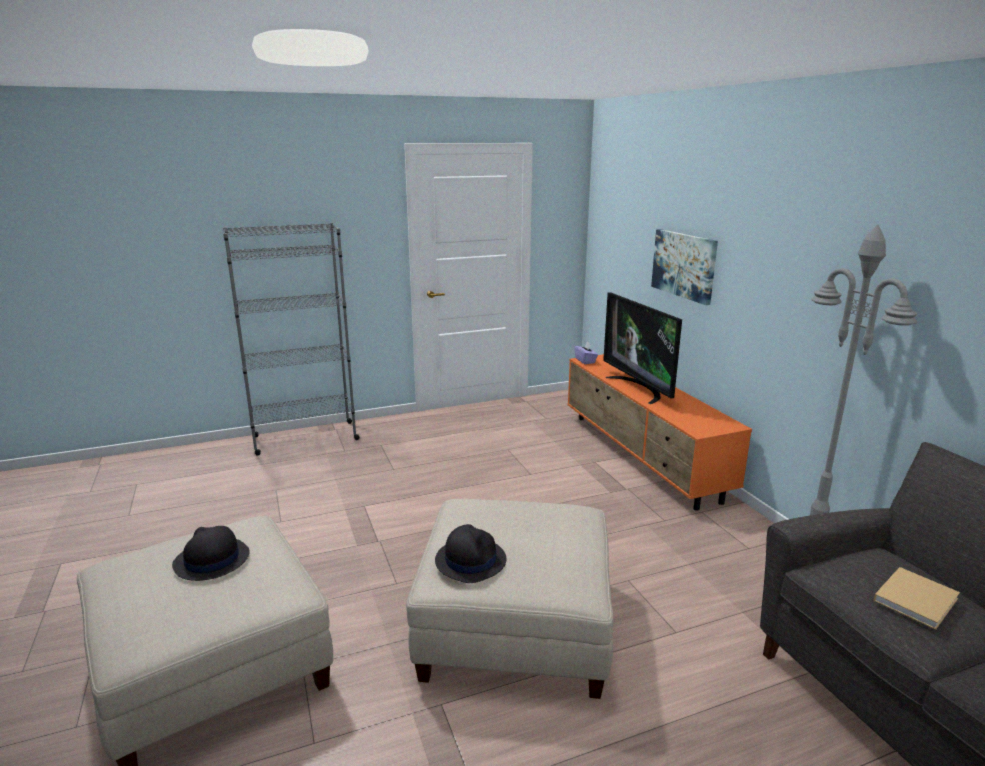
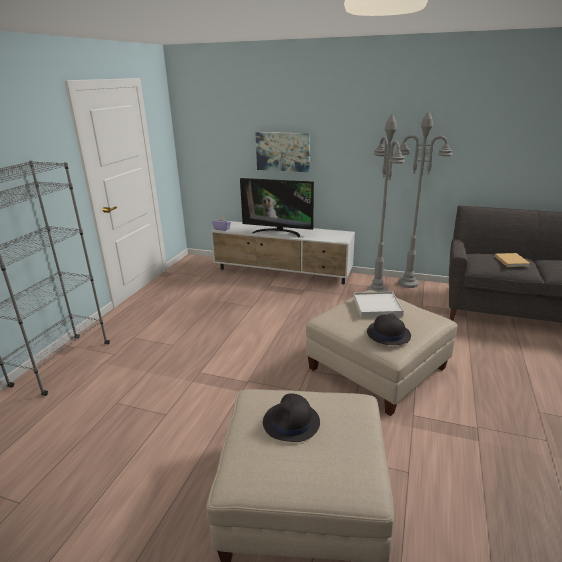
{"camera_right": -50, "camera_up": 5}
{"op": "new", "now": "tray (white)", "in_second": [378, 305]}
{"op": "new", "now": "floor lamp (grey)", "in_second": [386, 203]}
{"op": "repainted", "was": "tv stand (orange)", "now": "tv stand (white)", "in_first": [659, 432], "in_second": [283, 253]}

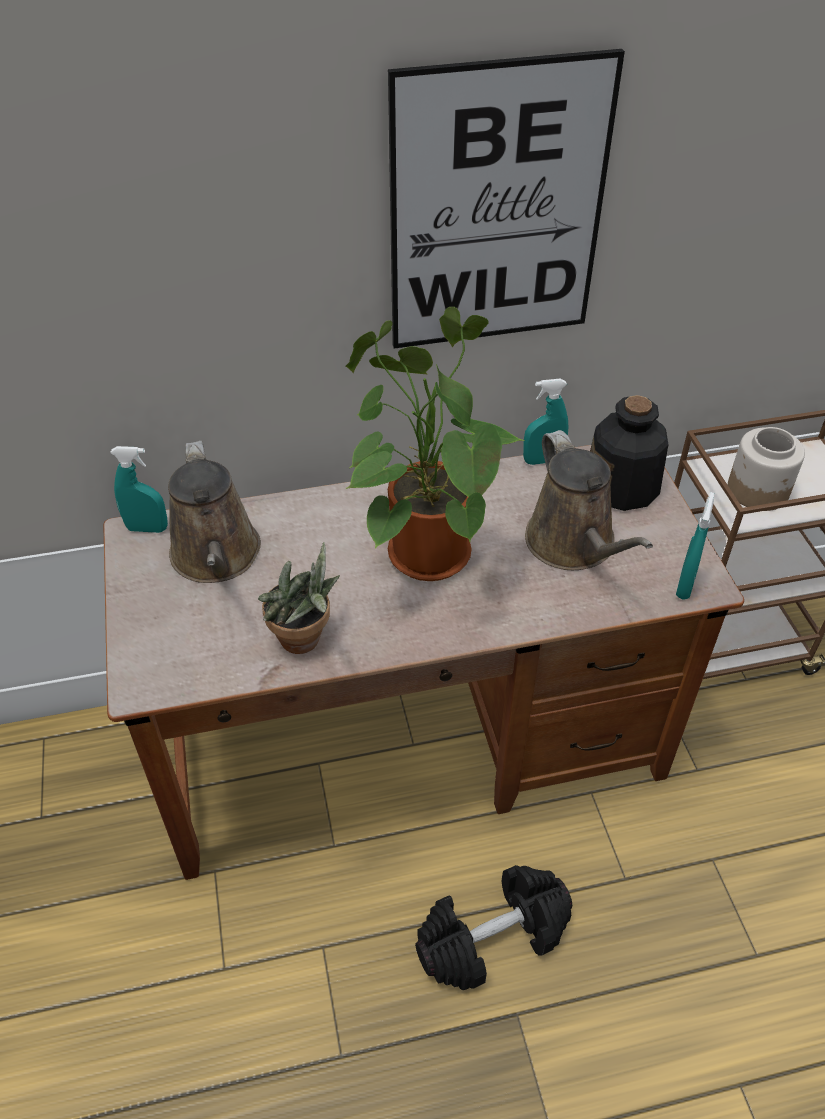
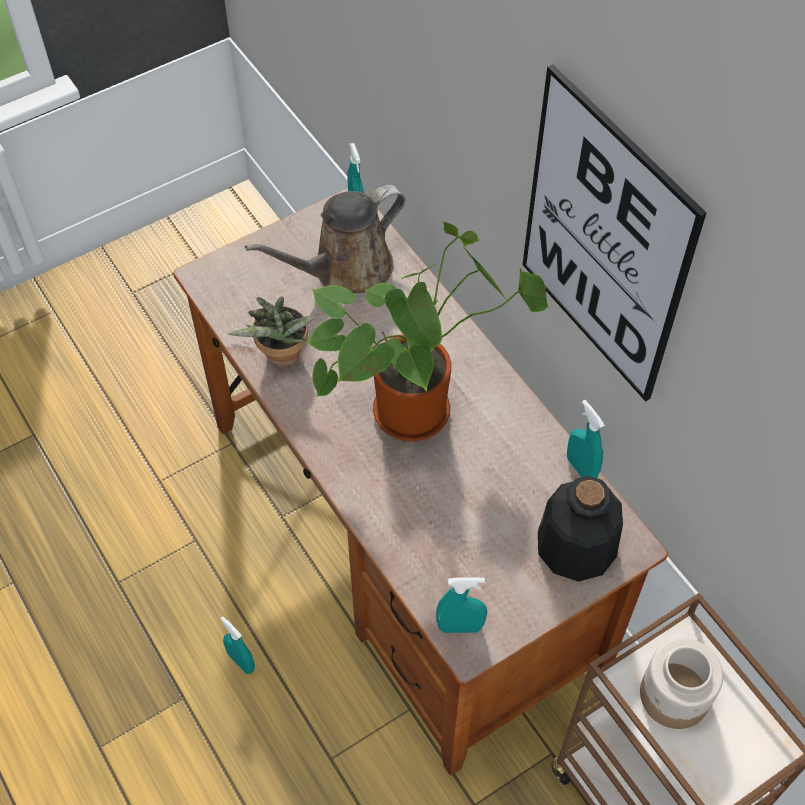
{"camera_right": 70, "camera_up": 10}
{"op": "gone", "was": "watering can (brown)", "in_first": [589, 500]}
{"op": "swapped", "was": "dumbbell (black)", "now": "spray bottle (turquoise)", "in_first": [493, 927], "in_second": [237, 645]}

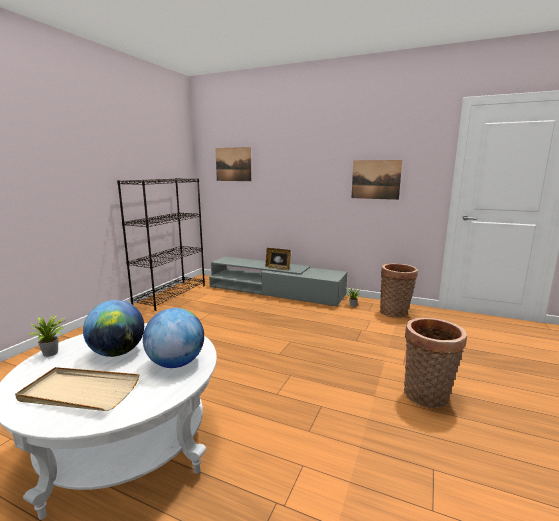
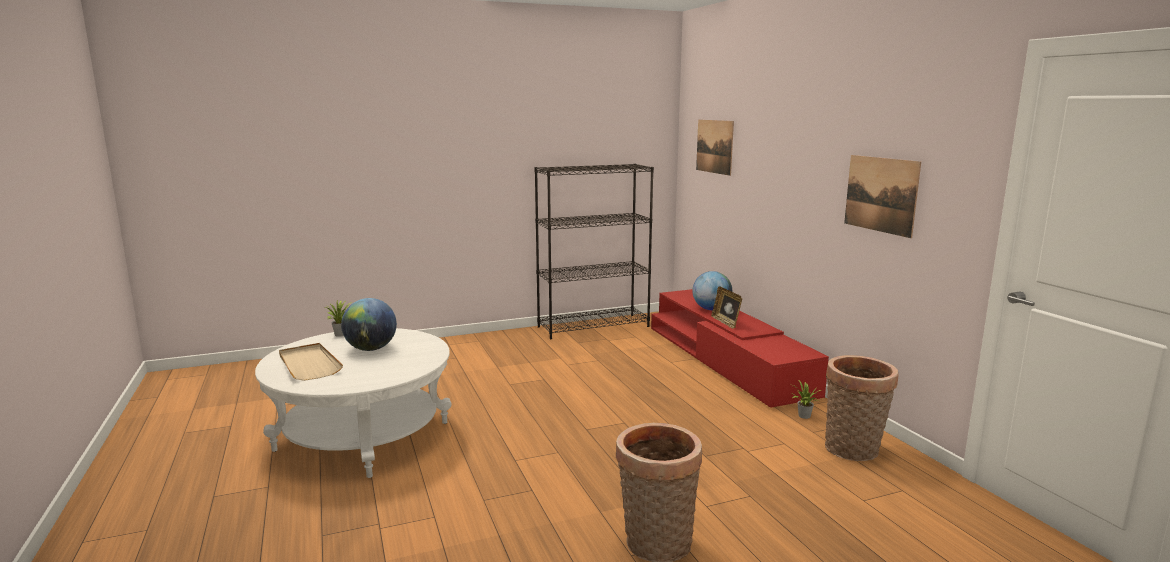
{"camera_right": 45, "camera_up": 0}
{"op": "shifted", "was": "globe", "in_first": [173, 338], "in_second": [712, 290]}
{"op": "repainted", "was": "tv stand (grey)", "now": "tv stand (red)", "in_first": [278, 281], "in_second": [740, 348]}

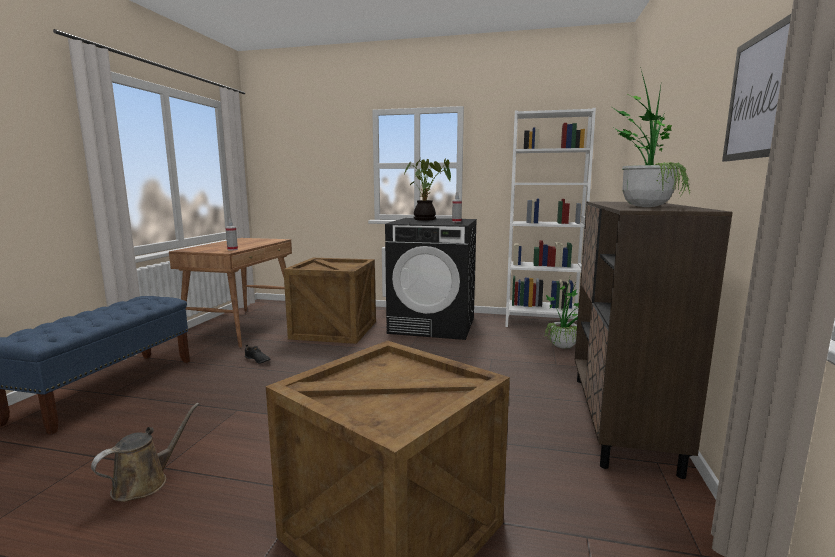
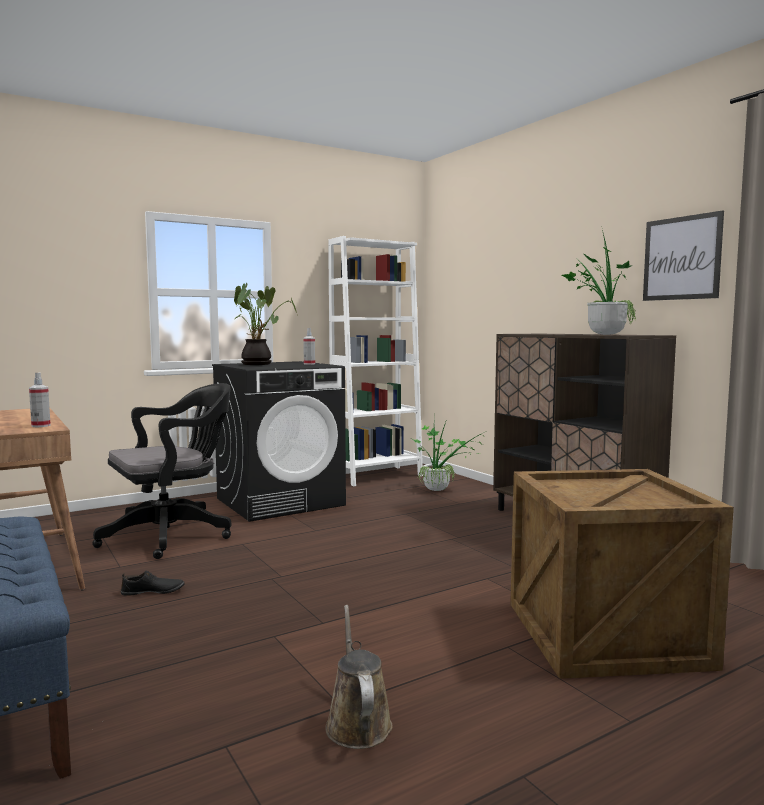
{"camera_right": -45, "camera_up": -5}
{"op": "swapped", "was": "crate", "now": "office chair (black)", "in_first": [329, 301], "in_second": [162, 471]}

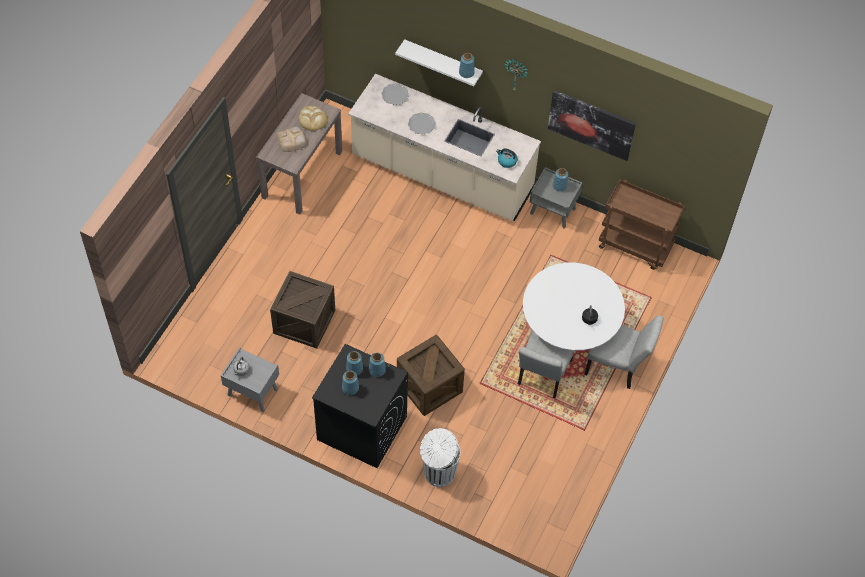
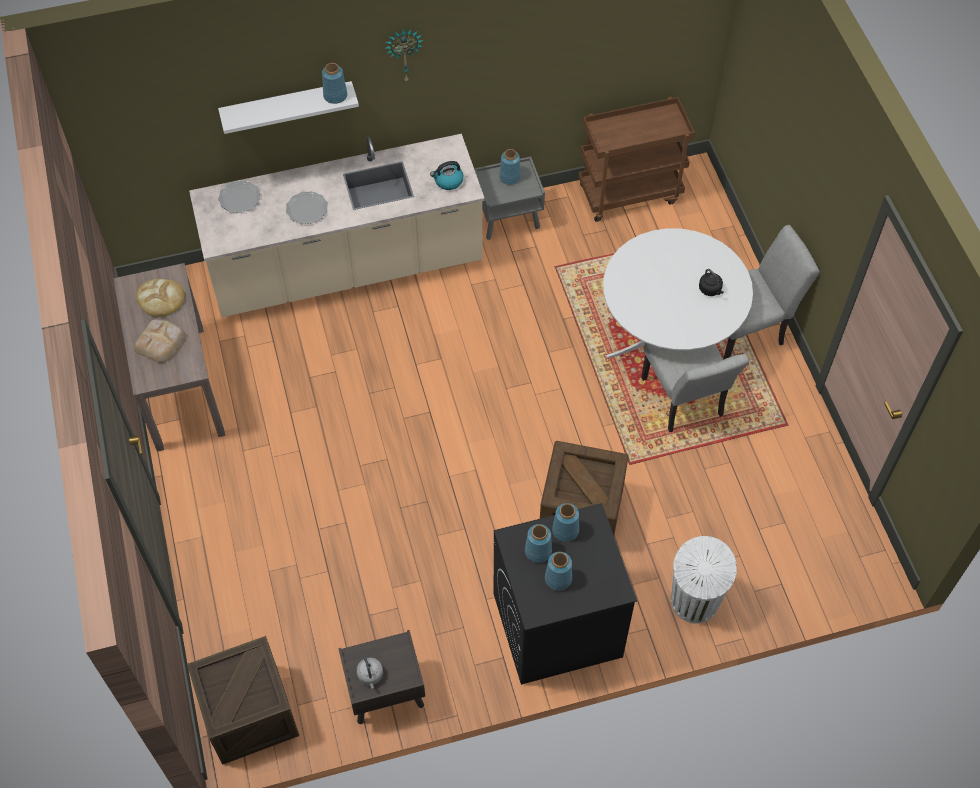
{"camera_right": -40, "camera_up": 0}
{"op": "gone", "was": "picture", "in_first": [592, 125]}
{"op": "shifted", "was": "crate", "in_first": [302, 310], "in_second": [243, 700]}
{"op": "repainted", "was": "nightstand (grey)", "now": "nightstand (brown)", "in_first": [250, 379], "in_second": [381, 677]}

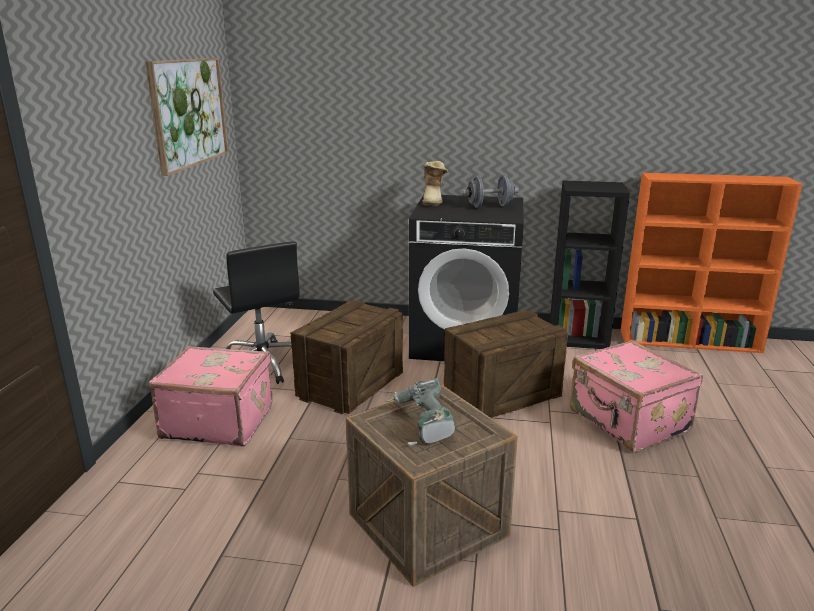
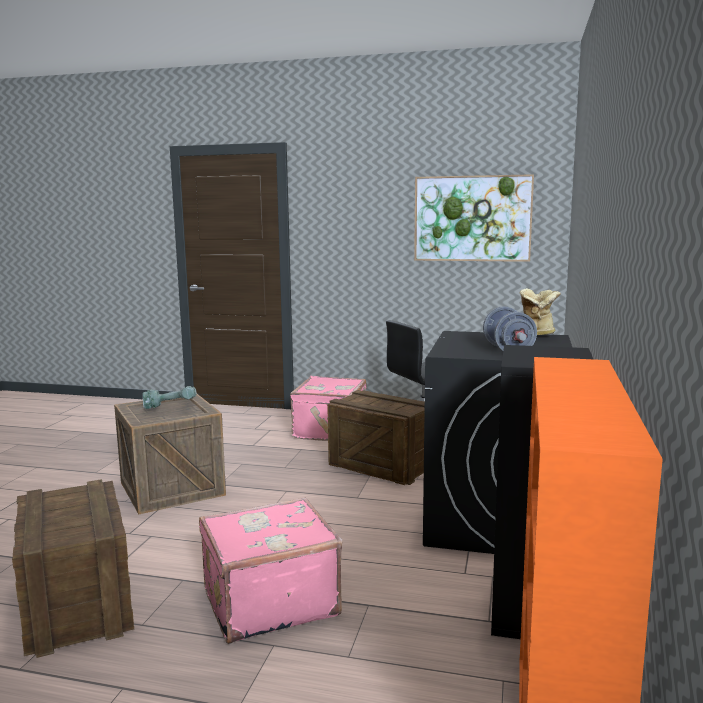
{"camera_right": 95, "camera_up": -10}
{"op": "shifted", "was": "crate", "in_first": [506, 364], "in_second": [73, 568]}

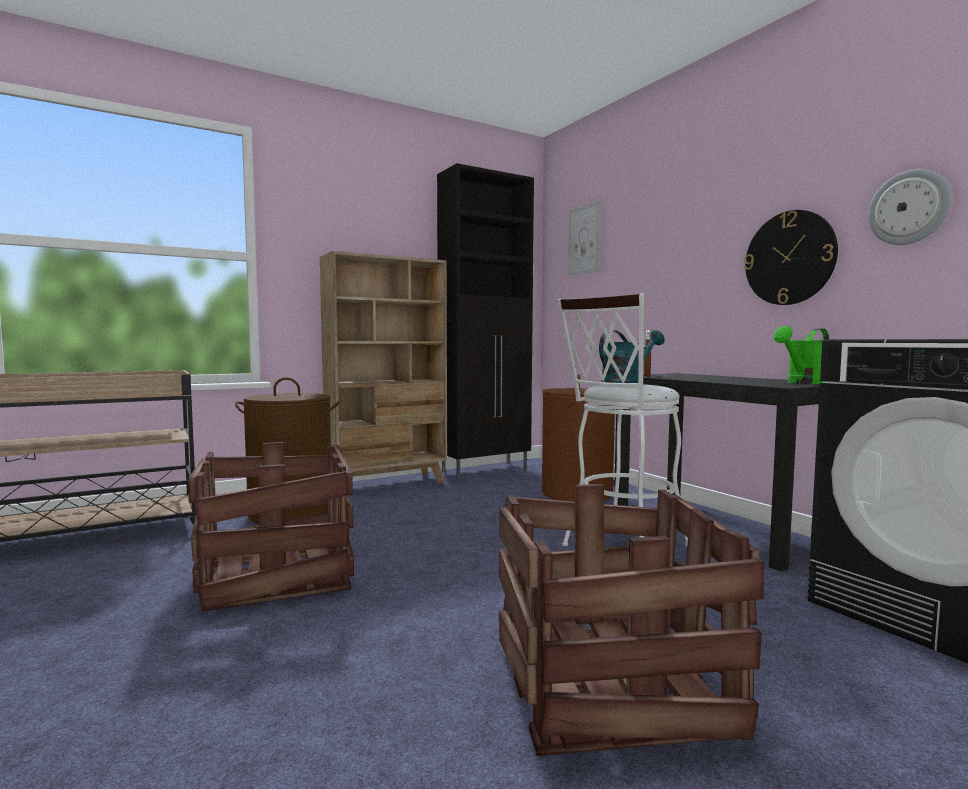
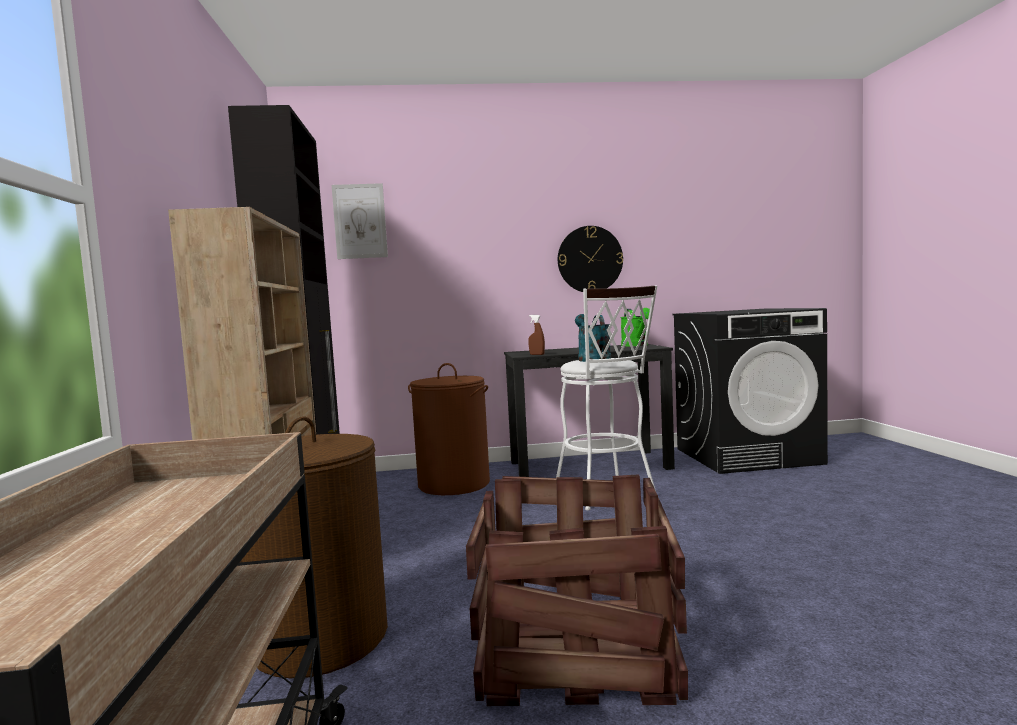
{"camera_right": -65, "camera_up": 0}
{"op": "gone", "was": "crate", "in_first": [631, 620]}
{"op": "gone", "was": "wall clock", "in_first": [910, 207]}

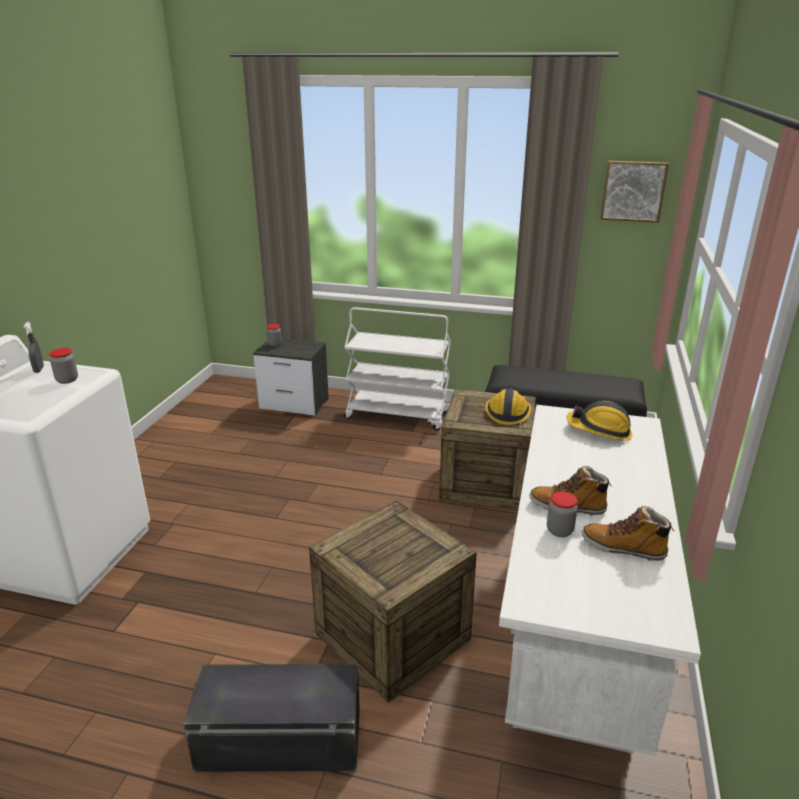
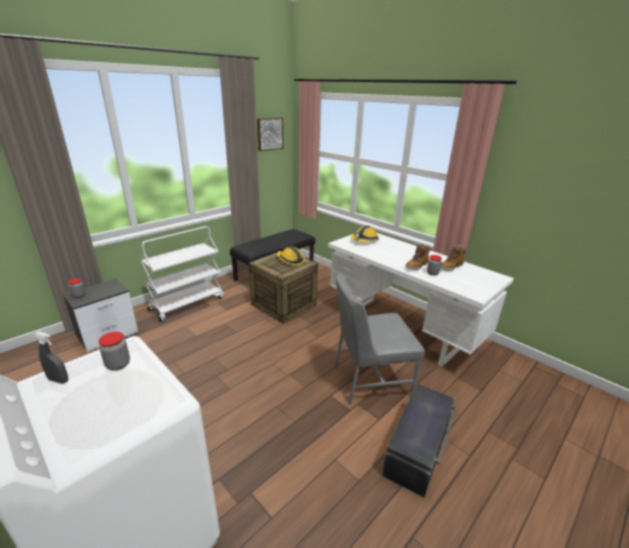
{"camera_right": -60, "camera_up": 0}
{"op": "swapped", "was": "crate", "now": "chair (grey)", "in_first": [393, 601], "in_second": [380, 339]}

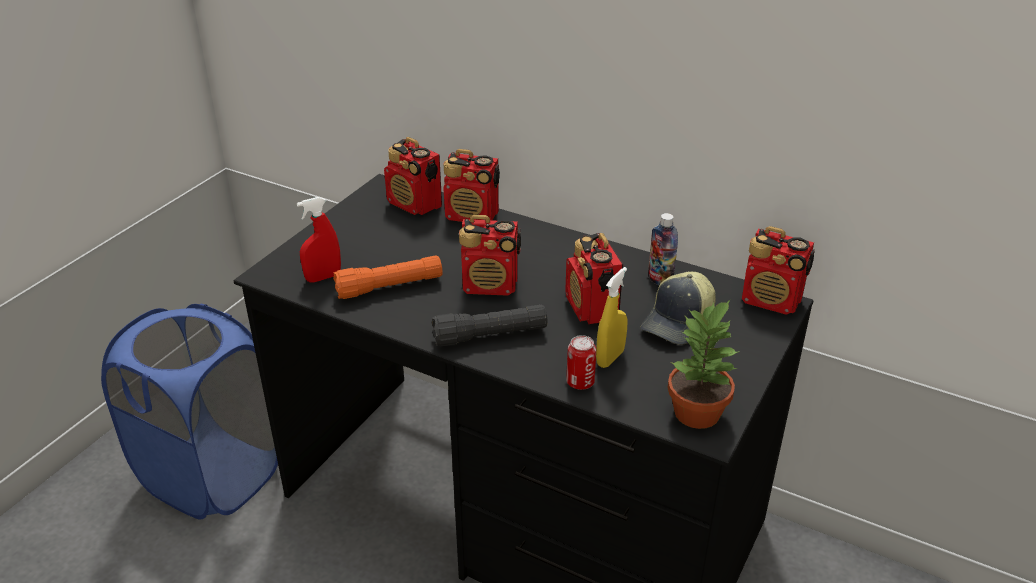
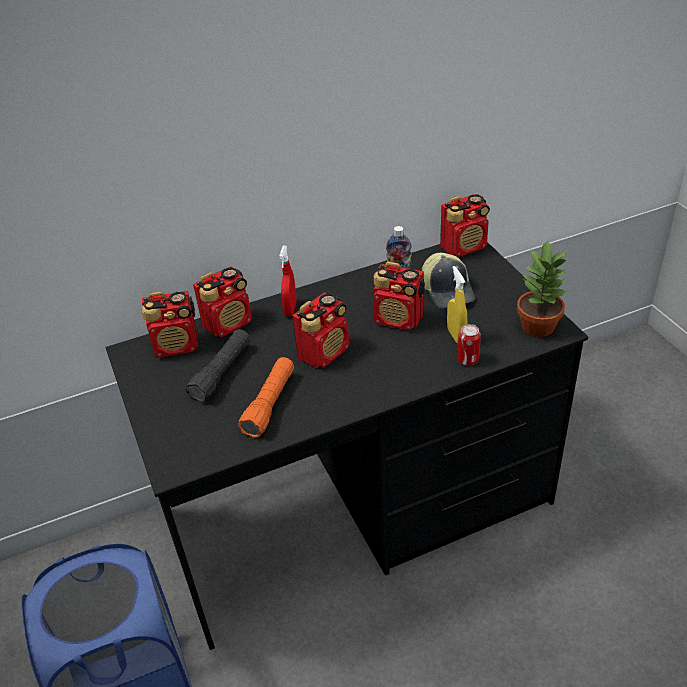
{"camera_right": -50, "camera_up": 5}
{"op": "shifted", "was": "spray bottle (red)", "in_first": [319, 239], "in_second": [288, 281]}
{"op": "shifted", "was": "flashlight (black)", "in_first": [489, 325], "in_second": [218, 366]}

